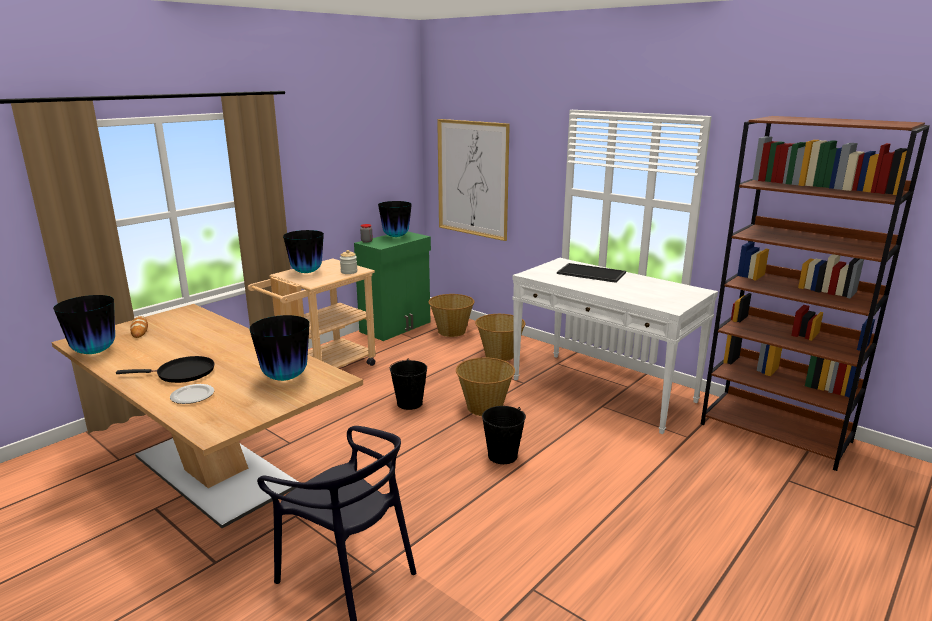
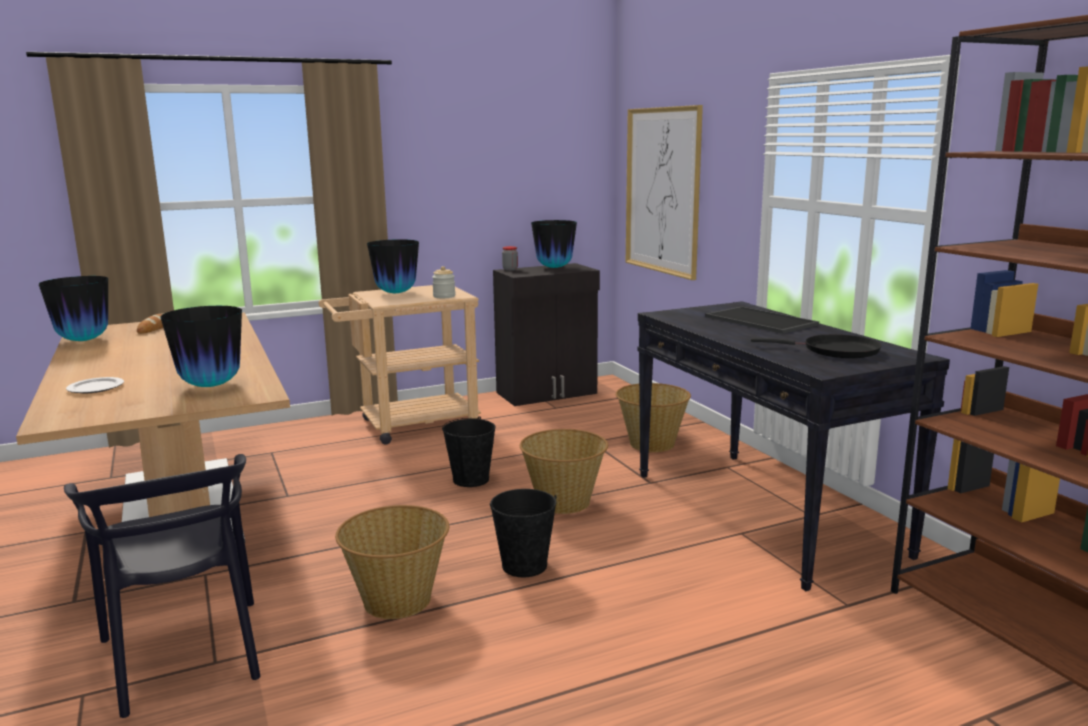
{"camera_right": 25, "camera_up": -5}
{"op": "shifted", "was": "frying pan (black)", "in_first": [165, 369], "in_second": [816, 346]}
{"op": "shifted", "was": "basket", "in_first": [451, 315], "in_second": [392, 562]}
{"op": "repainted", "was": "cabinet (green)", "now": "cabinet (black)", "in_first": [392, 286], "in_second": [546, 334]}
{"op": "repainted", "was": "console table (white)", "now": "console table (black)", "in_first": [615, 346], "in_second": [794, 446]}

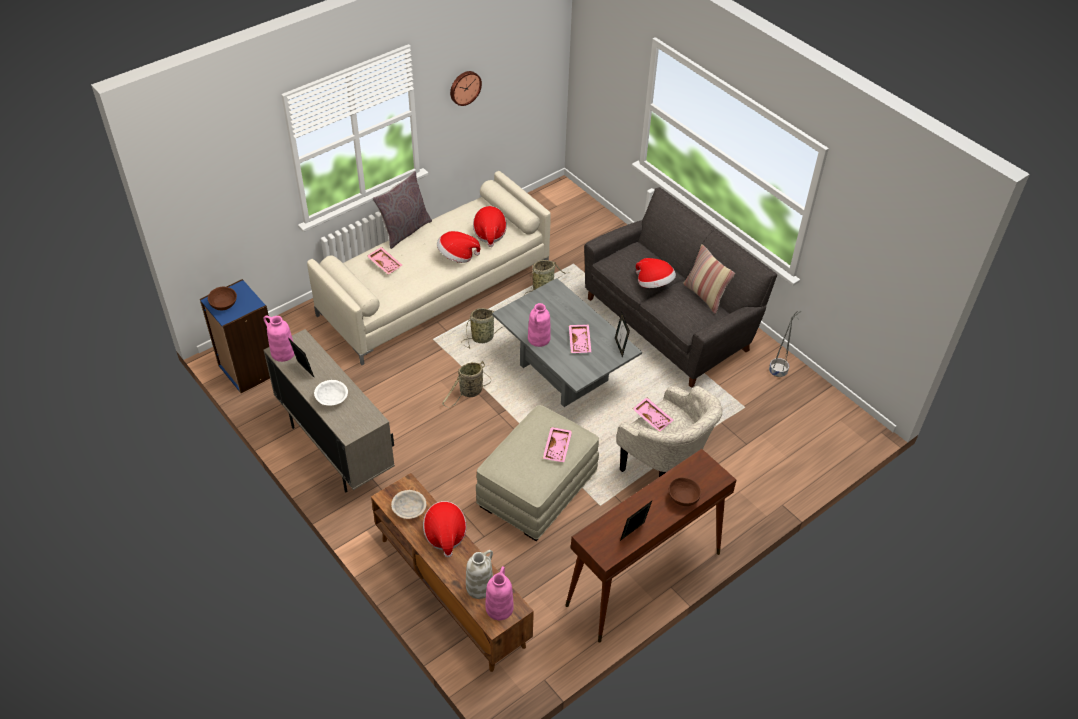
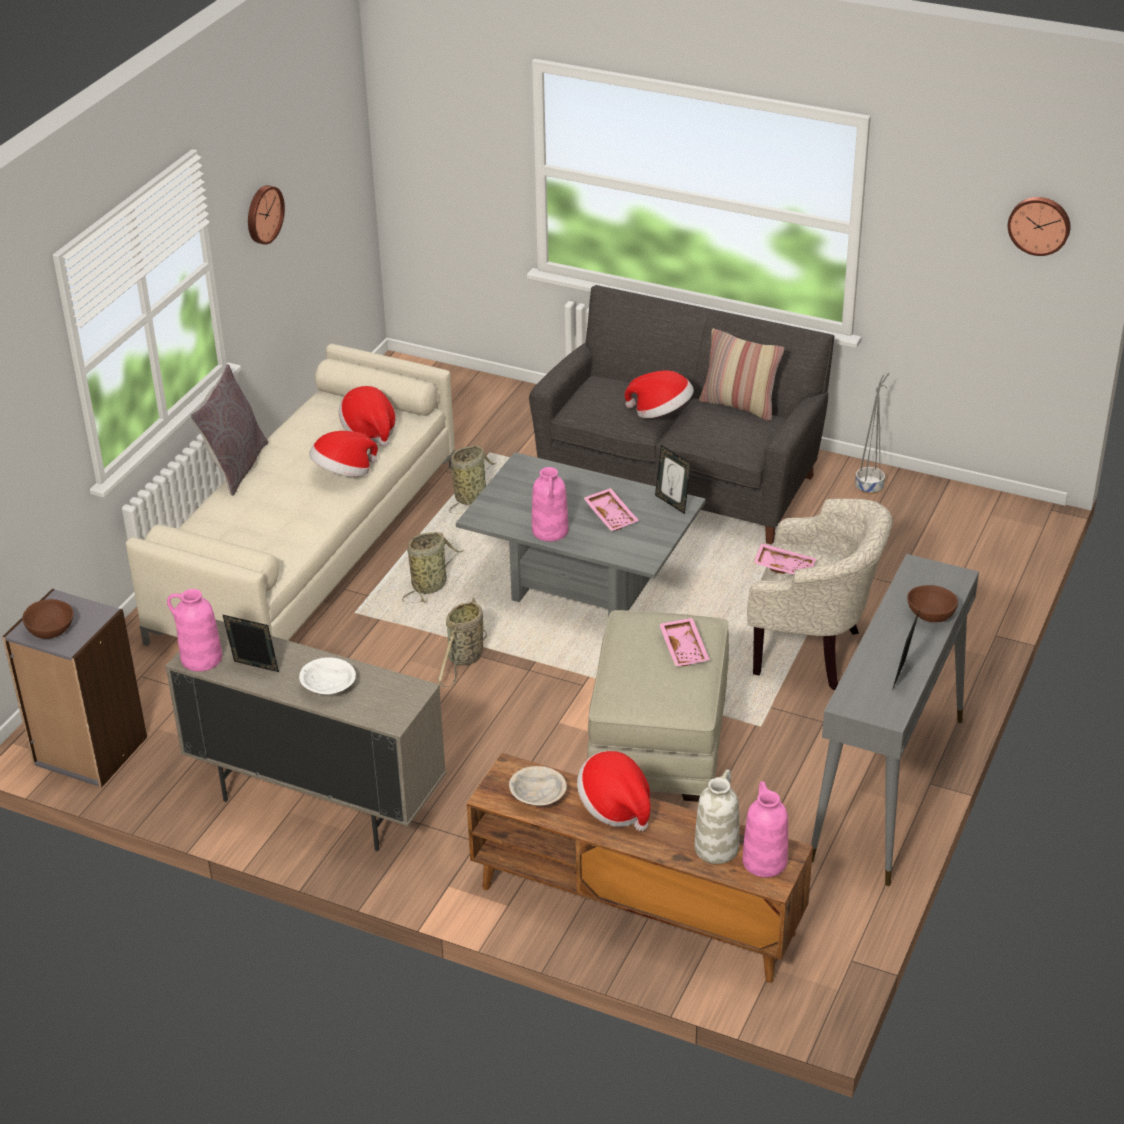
{"camera_right": -25, "camera_up": -10}
{"op": "gone", "was": "tray (pink)", "in_first": [384, 260]}
{"op": "new", "now": "wall clock", "in_second": [1039, 226]}
{"op": "repainted", "was": "bookcase (blue)", "now": "bookcase (grey)", "in_first": [235, 336], "in_second": [74, 688]}
{"op": "repainted", "was": "console table (brown)", "now": "console table (grey)", "in_first": [650, 546], "in_second": [895, 720]}

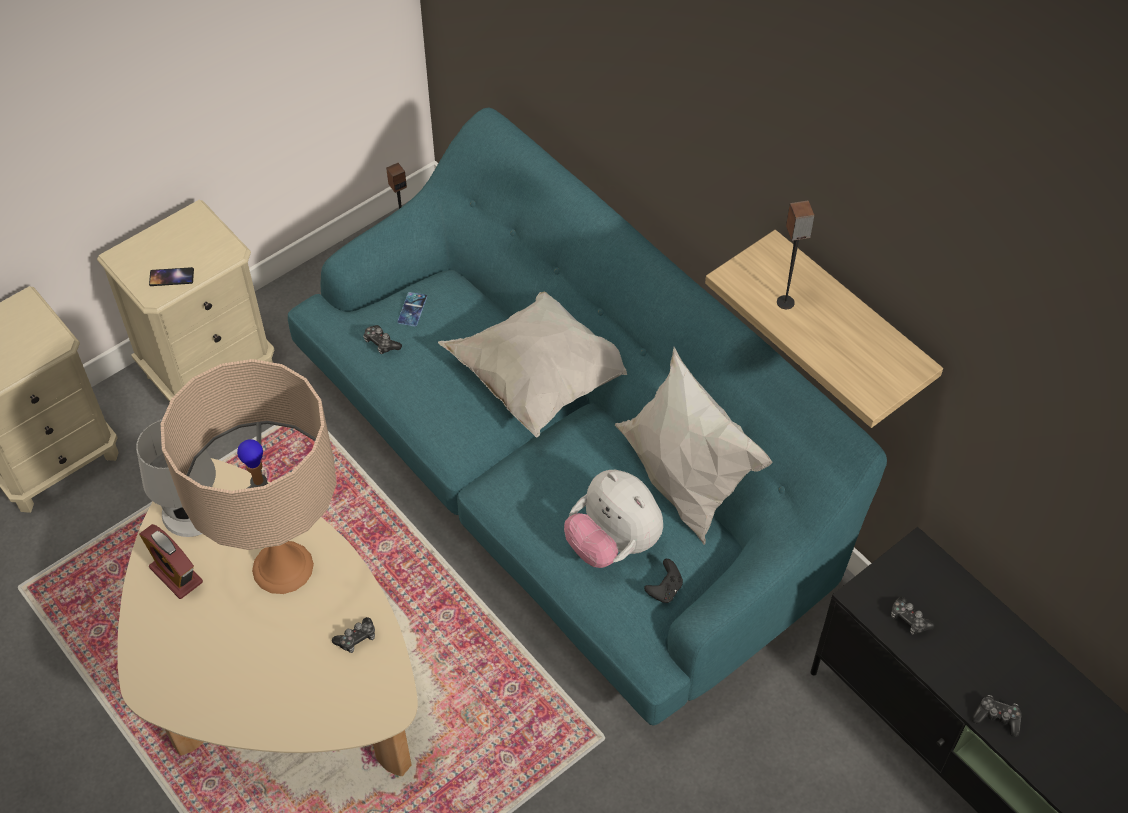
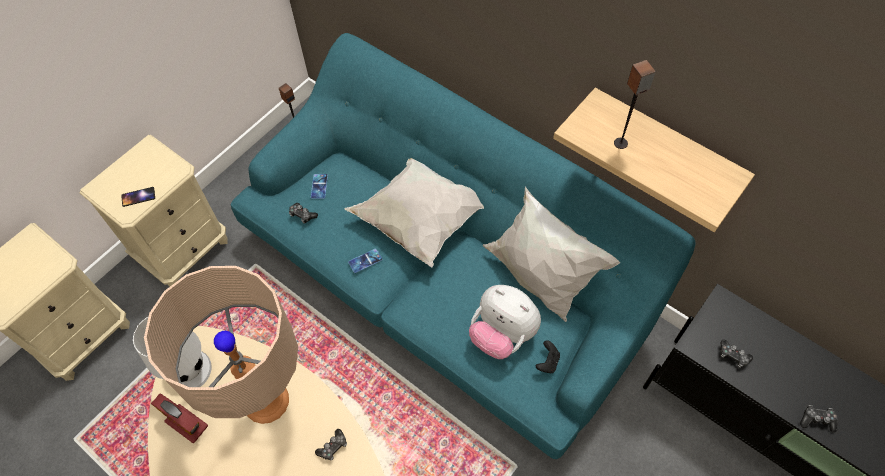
{"camera_right": -10, "camera_up": 5}
{"op": "new", "now": "phone", "in_second": [365, 261]}

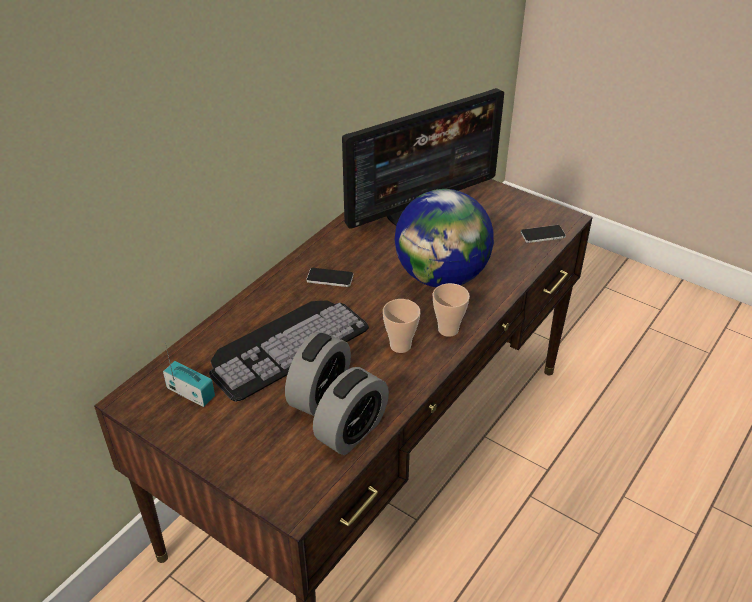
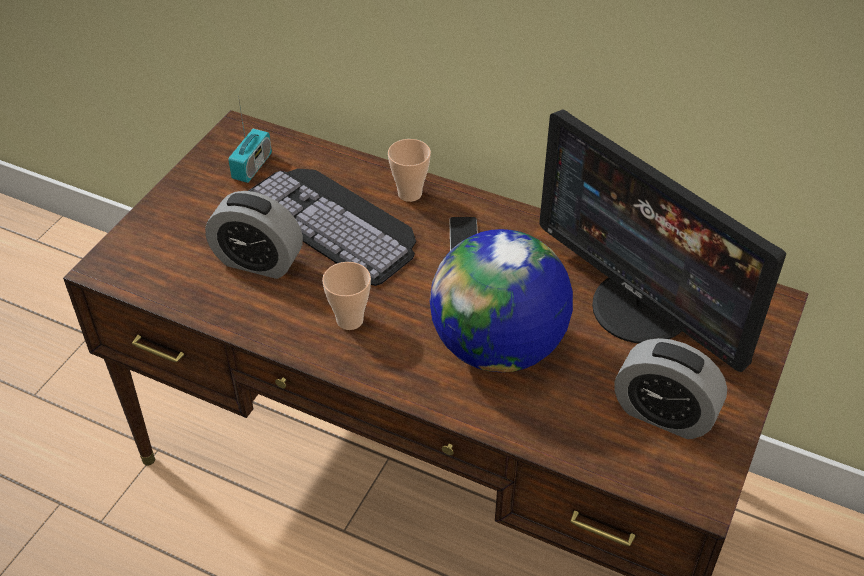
{"camera_right": 80, "camera_up": 5}
{"op": "gone", "was": "phone", "in_first": [543, 234]}
{"op": "shifted", "was": "alarm clock", "in_first": [351, 411], "in_second": [670, 388]}
{"op": "shifted", "was": "cup", "in_first": [451, 310], "in_second": [409, 170]}

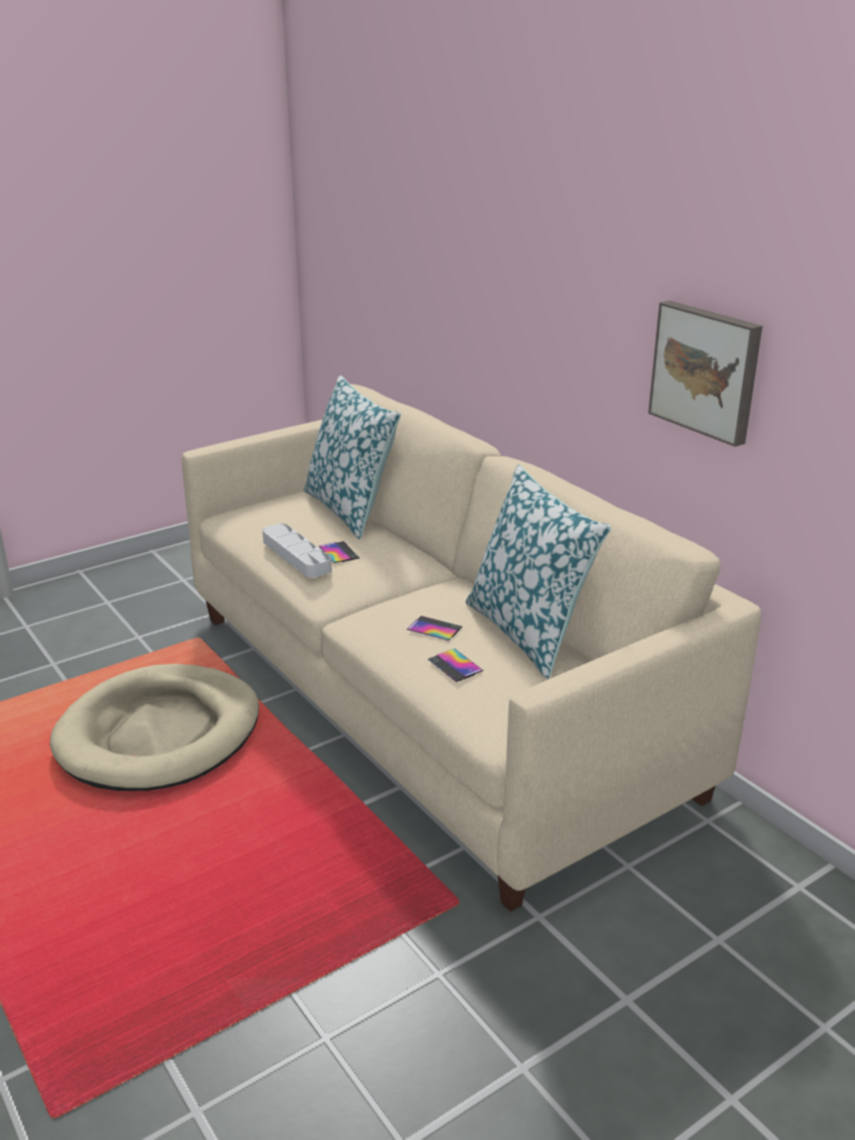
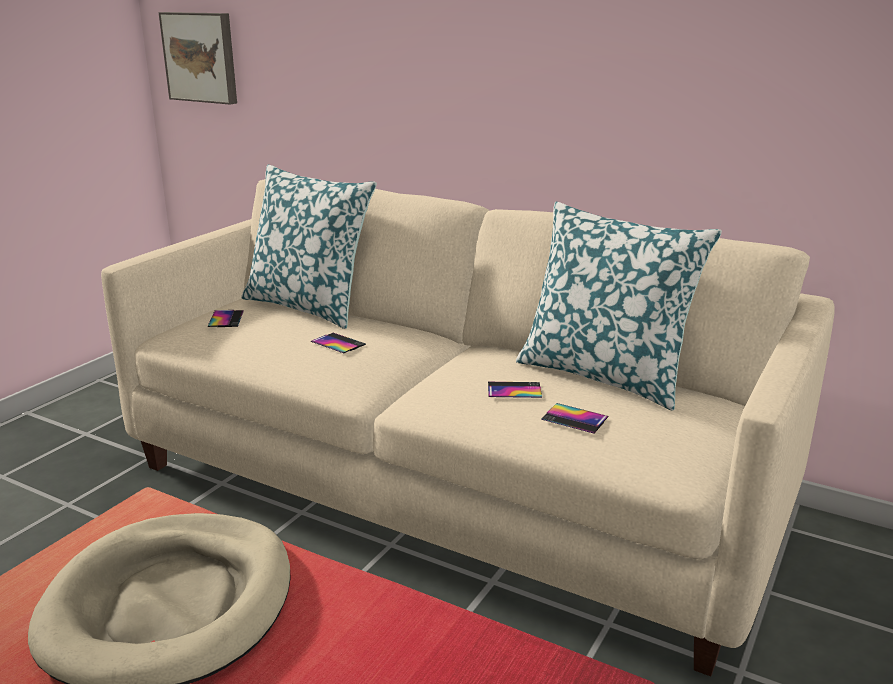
{"camera_right": -25, "camera_up": -5}
{"op": "gone", "was": "tray (grey)", "in_first": [297, 550]}
{"op": "new", "now": "phone", "in_second": [225, 318]}
{"op": "shifted", "was": "picture", "in_first": [705, 373], "in_second": [197, 58]}

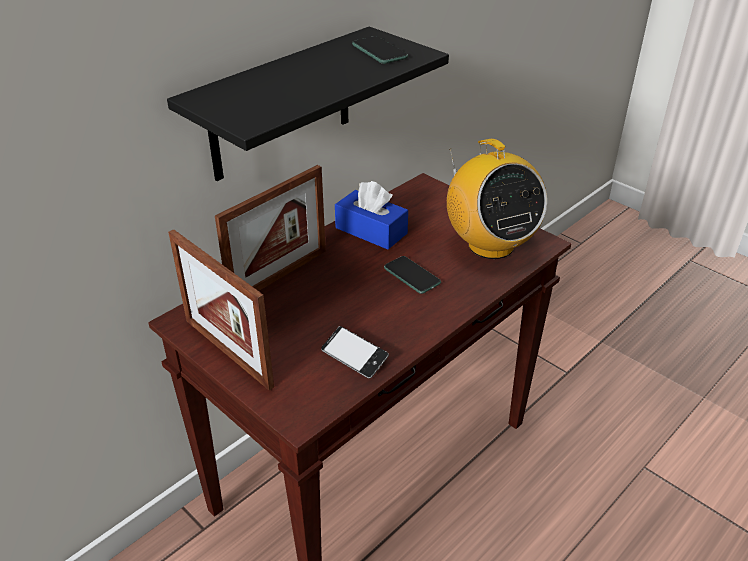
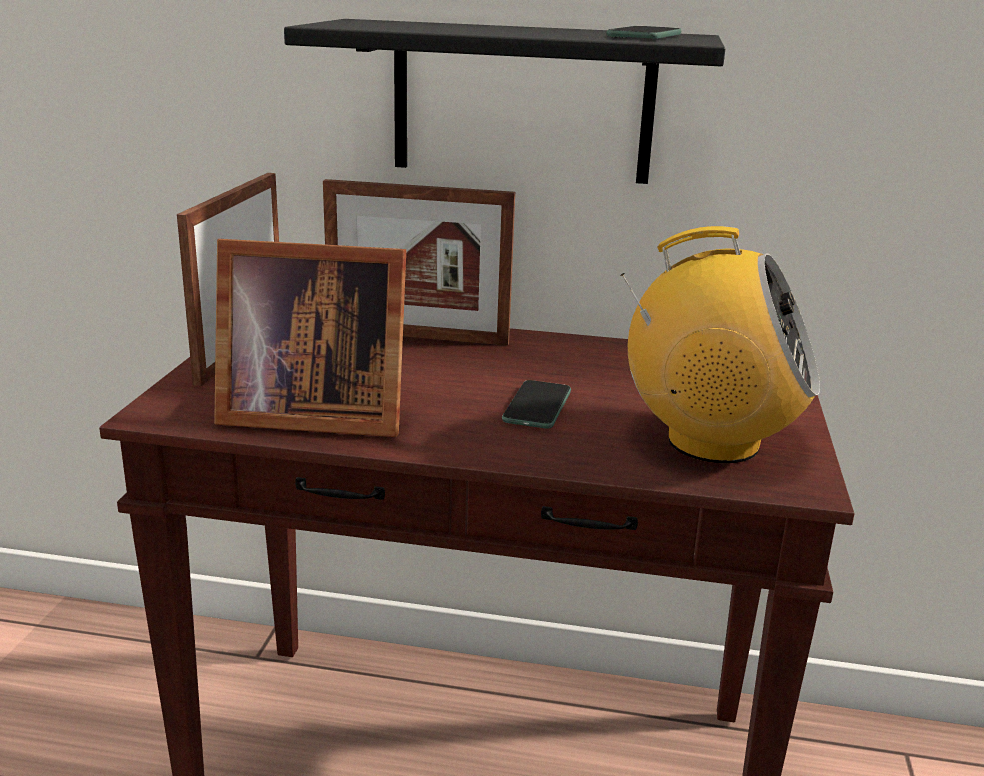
{"camera_right": 55, "camera_up": -15}
{"op": "gone", "was": "tissue box (blue)", "in_first": [371, 215]}
{"op": "swapped", "was": "phone", "now": "picture frame", "in_first": [355, 352], "in_second": [310, 338]}
{"op": "rotated", "was": "radio", "in_first": [497, 199], "in_second": [720, 344], "clockwise": -105}

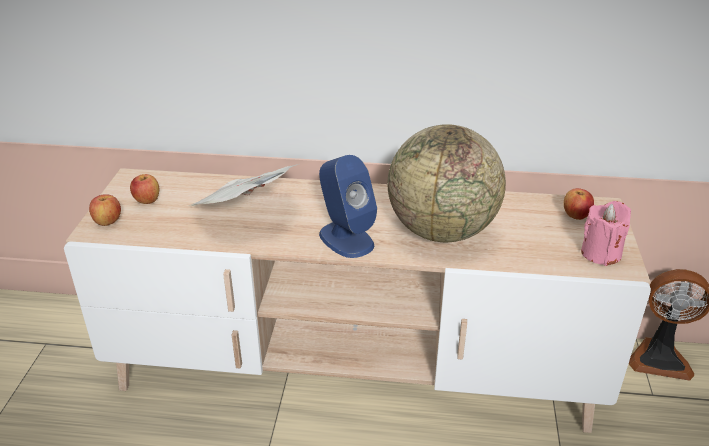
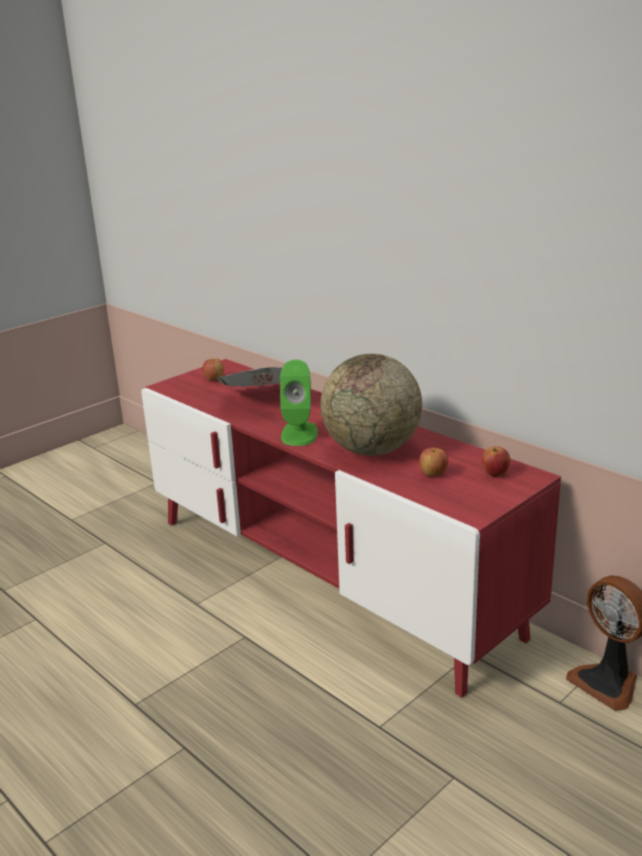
{"camera_right": 40, "camera_up": -10}
{"op": "gone", "was": "candle (pink)", "in_first": [606, 233]}
{"op": "shifted", "was": "apple", "in_first": [105, 210], "in_second": [433, 462]}
{"op": "repainted", "was": "tv stand (beige)", "now": "tv stand (red)", "in_first": [357, 300], "in_second": [351, 528]}
{"op": "repainted", "was": "speaker (blue)", "now": "speaker (green)", "in_first": [348, 206], "in_second": [299, 403]}

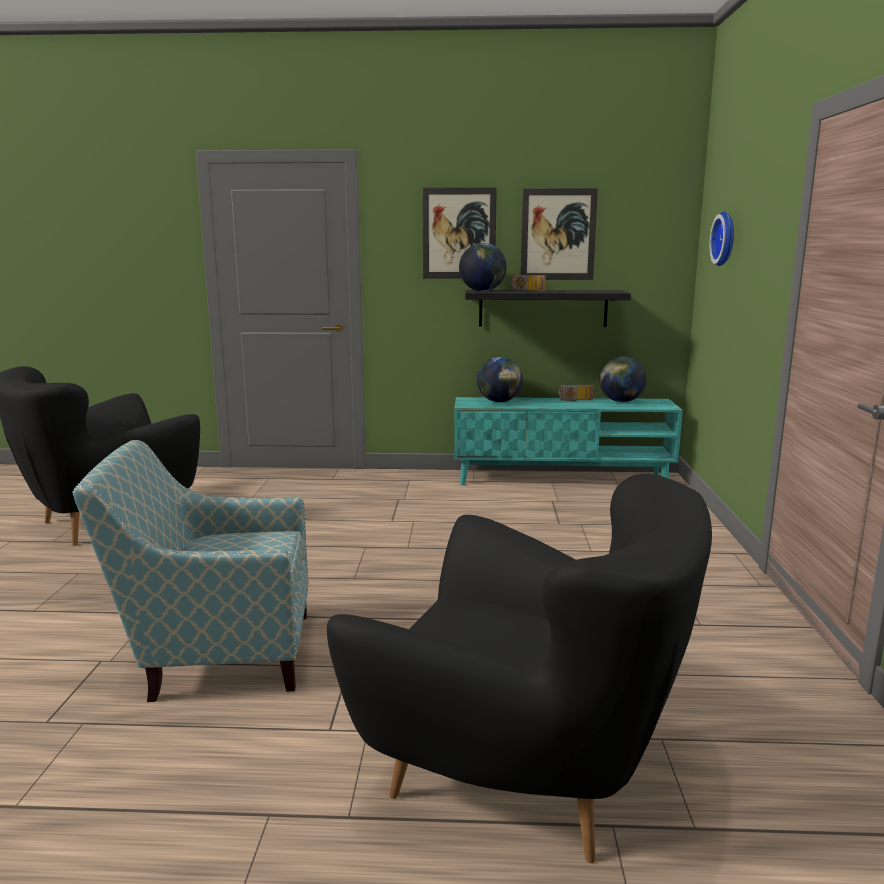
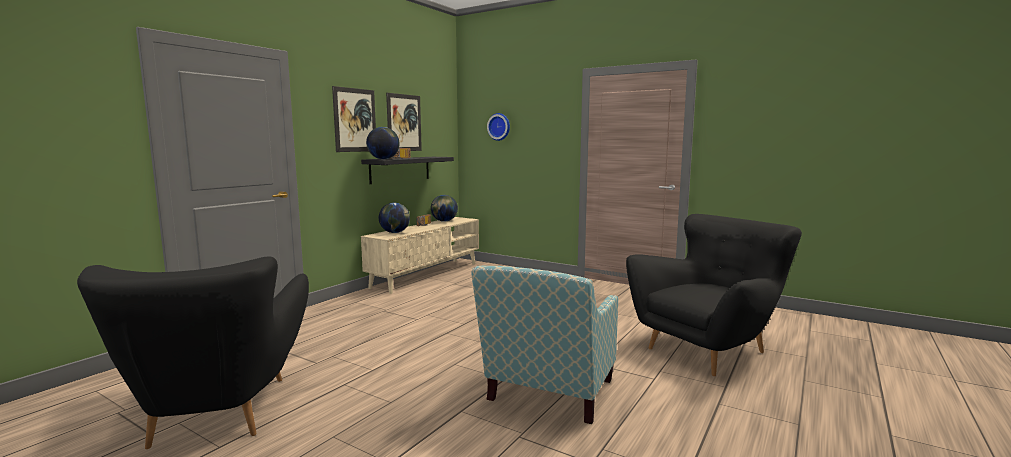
{"camera_right": -60, "camera_up": -5}
{"op": "repainted", "was": "tv stand (turquoise)", "now": "tv stand (beige)", "in_first": [568, 441], "in_second": [420, 255]}

